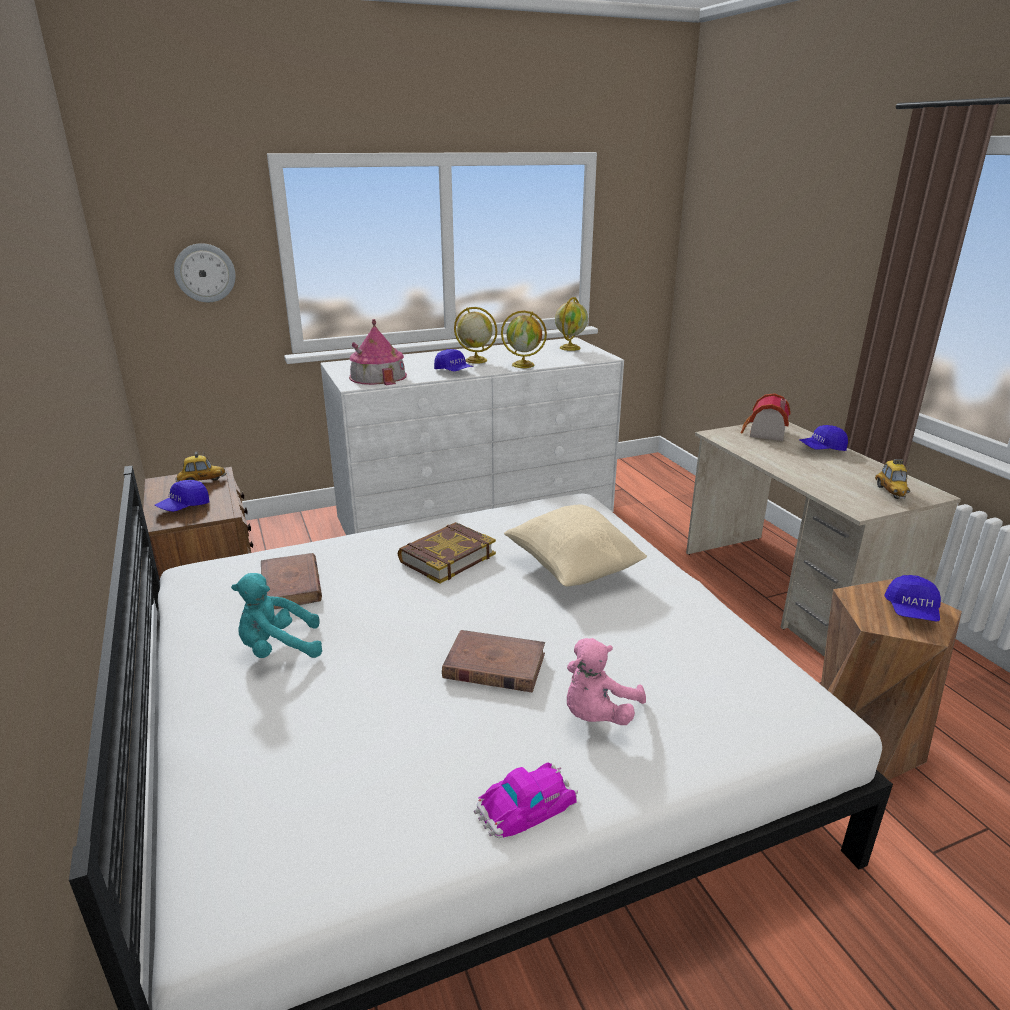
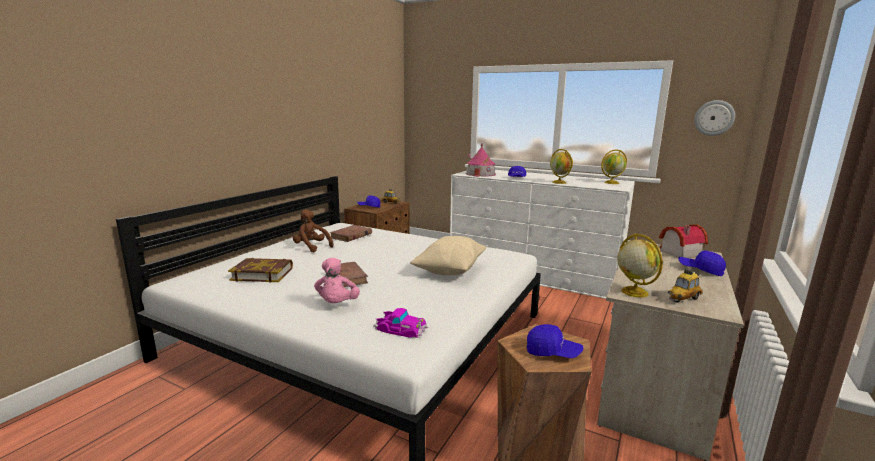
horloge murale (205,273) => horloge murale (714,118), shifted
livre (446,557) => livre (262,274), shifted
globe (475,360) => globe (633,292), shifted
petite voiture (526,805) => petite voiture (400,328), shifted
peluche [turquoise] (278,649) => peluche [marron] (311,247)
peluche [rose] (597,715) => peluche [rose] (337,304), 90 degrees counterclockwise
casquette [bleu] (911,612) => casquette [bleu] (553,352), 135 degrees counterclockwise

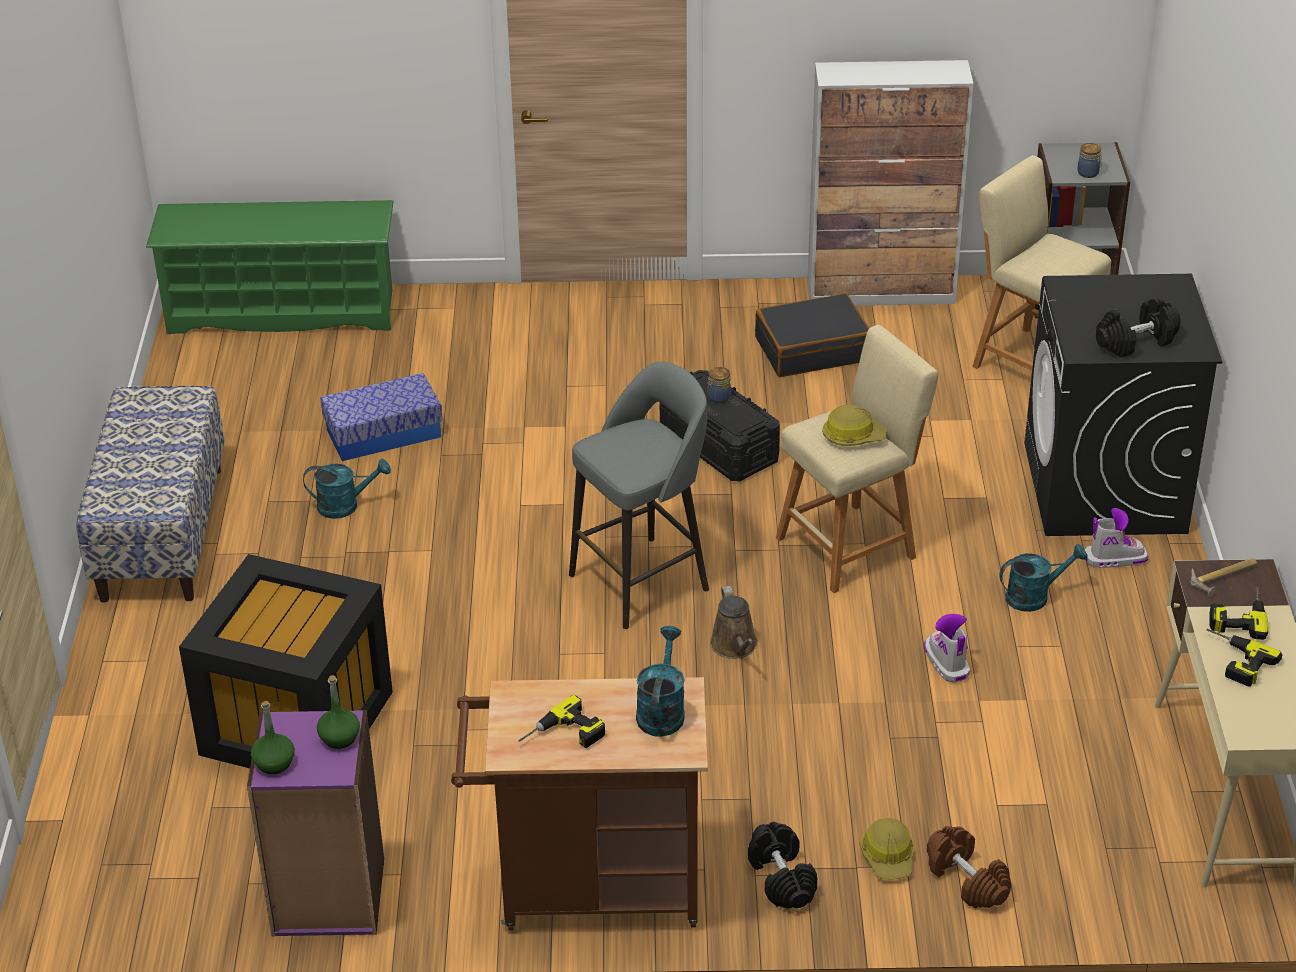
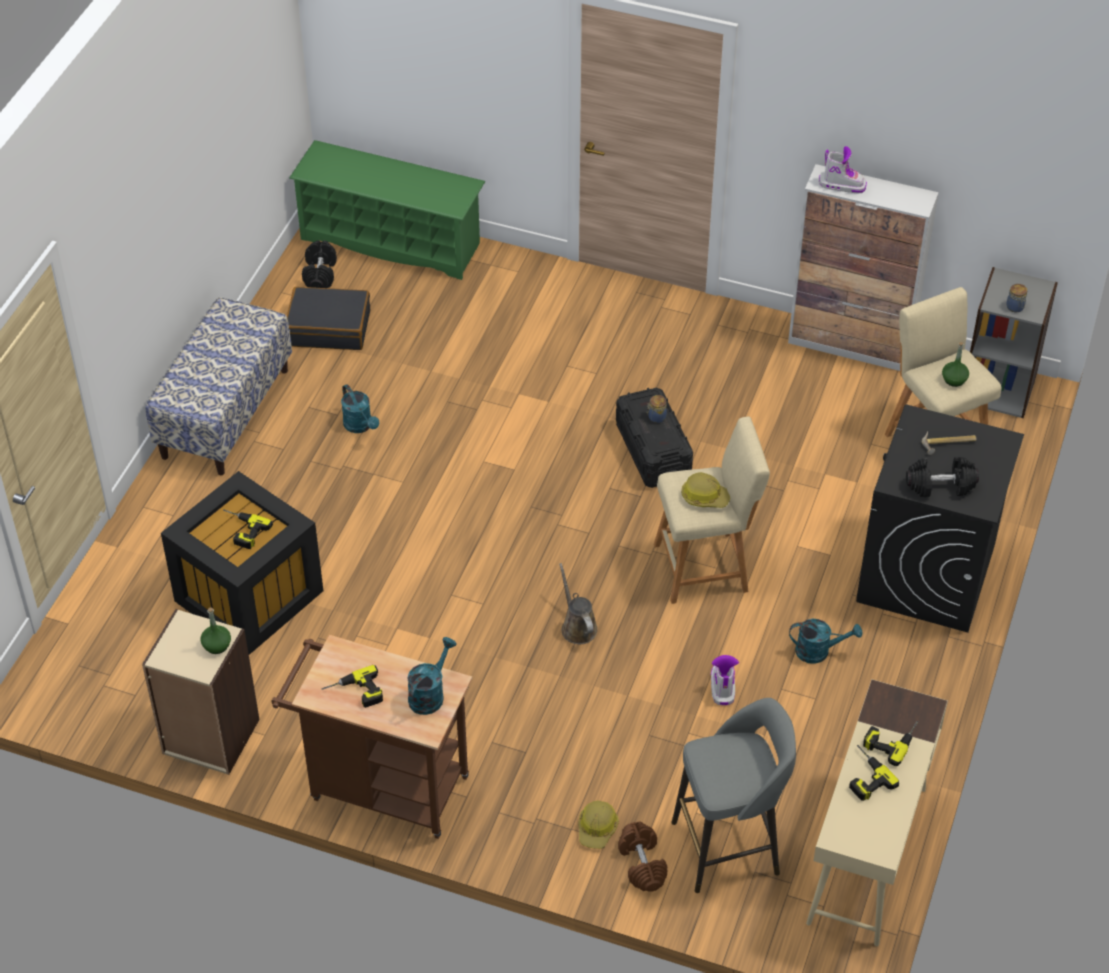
boîte de rangement (383,433) => nothing
nothing => perceuse (241,530)
bouteille [vert] (274,763) => bouteille [vert] (954,379), shifted
tabouret [gris] (643,581) => tabouret [gris] (729,847), shifted
haltère [noir] (781,878) => haltère [noir] (320,274), shifted
valise [noir] (812,349) => valise [noir] (329,328), shifted
botte (1114,558) => botte (842,185), shifted
marteau (1225,578) => marteau (948,444), shifted
bibliothèque [violet] (328,898) => bibliothèque [beige] (210,737)
arrosoir [turquoise] (345,505) => arrosoir [turquoise] (360,426), 45 degrees clockwise
arrosoir [marron] (735,646) => arrosoir [marron] (577,626), 150 degrees clockwise

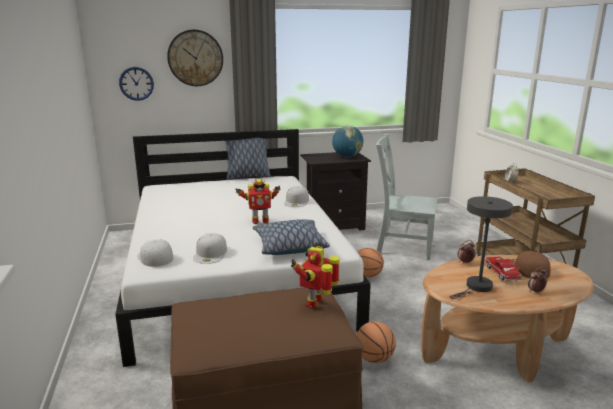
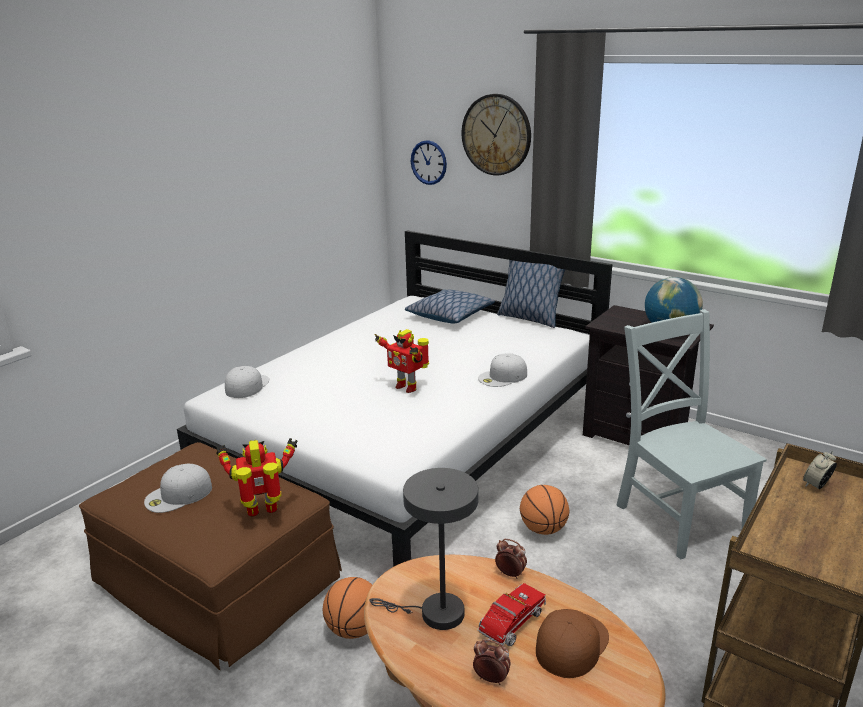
casquette [blanc] (211,254) => casquette [blanc] (178,495), shifted
coussin (289,246) => coussin (449,315), shifted

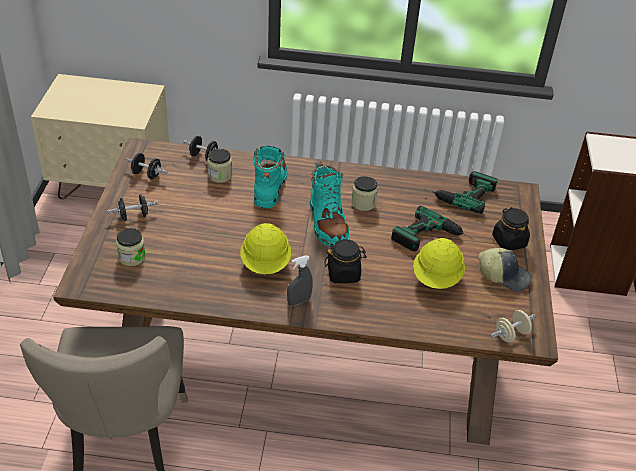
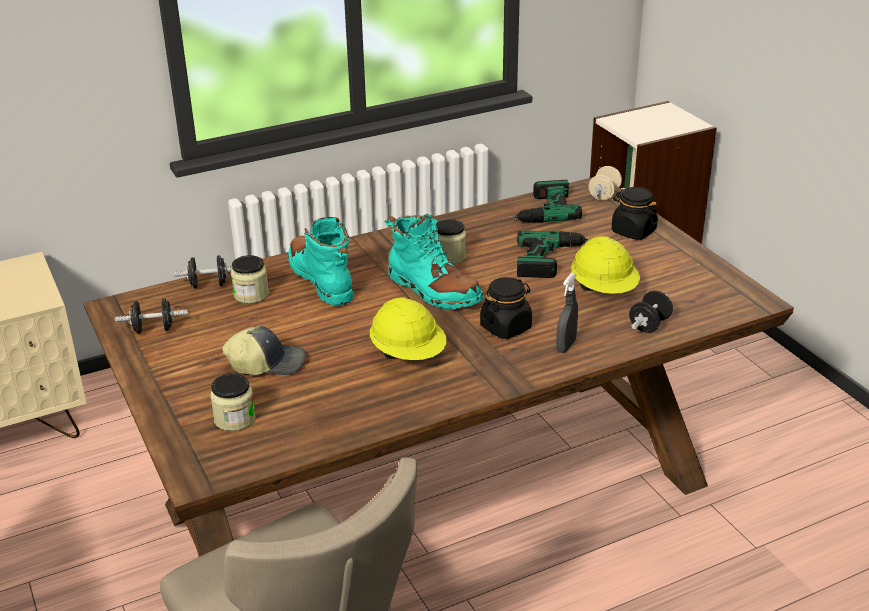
haltère [noir] (134,216) => haltère [noir] (649,325), shifted
vaporisateur [gris] (299,301) => vaporisateur [gris] (566,346), shifted
casquette (504,275) => casquette (267,363), shifted
haltère [beige] (511,334) => haltère [beige] (604,195), shifted

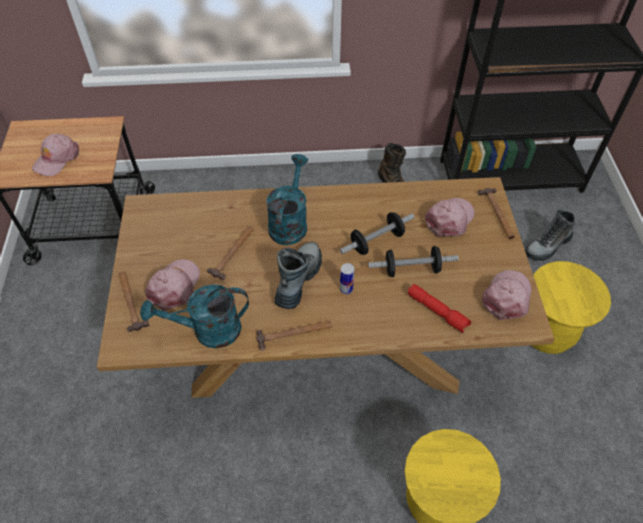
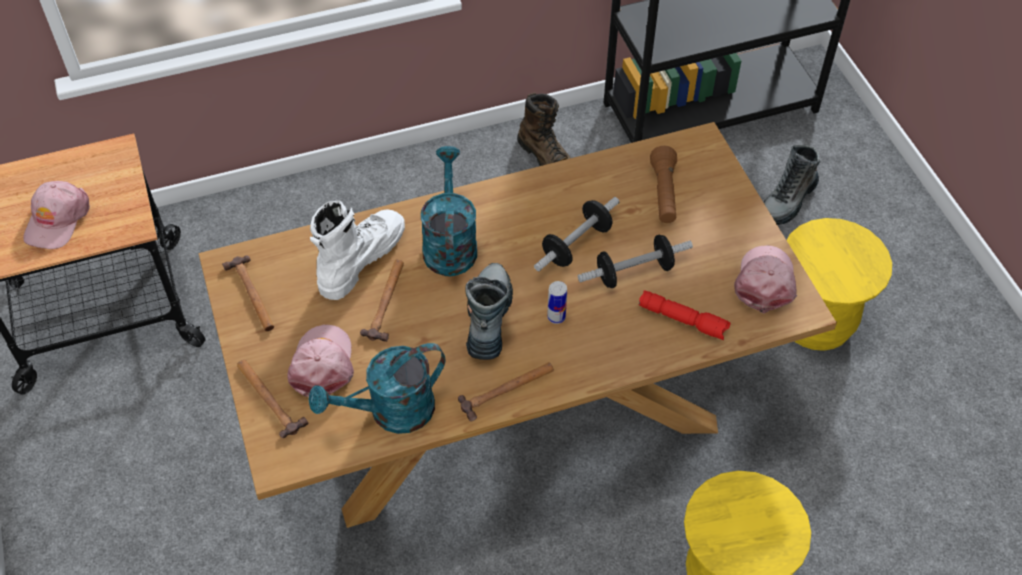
nothing => botte [blanc] (360,258)
marteau (497,214) => marteau (252,295), shifted
casquette [rose] (449,219) => lampe de poche [marron] (664,194)

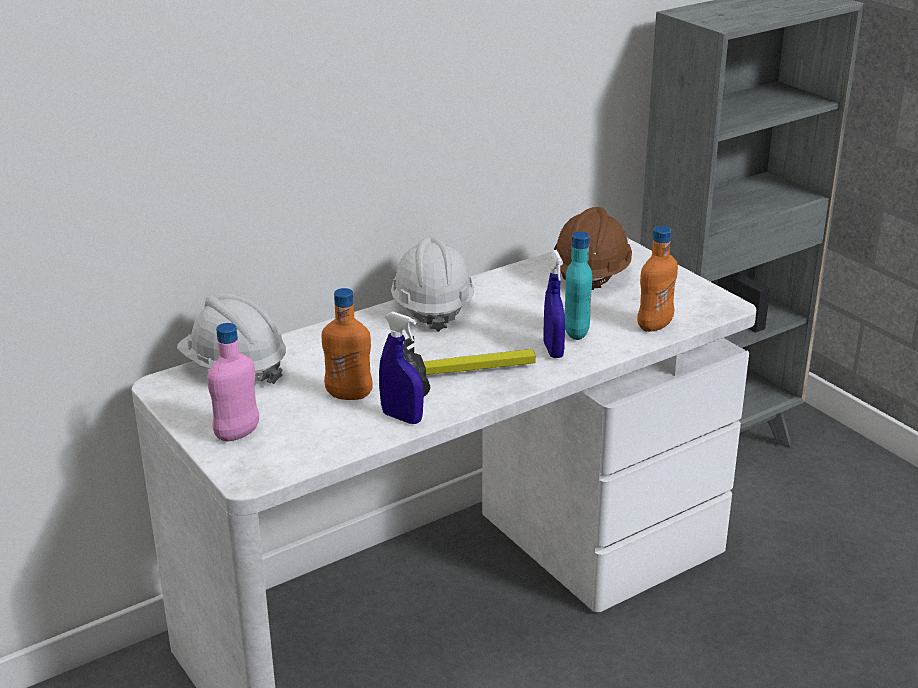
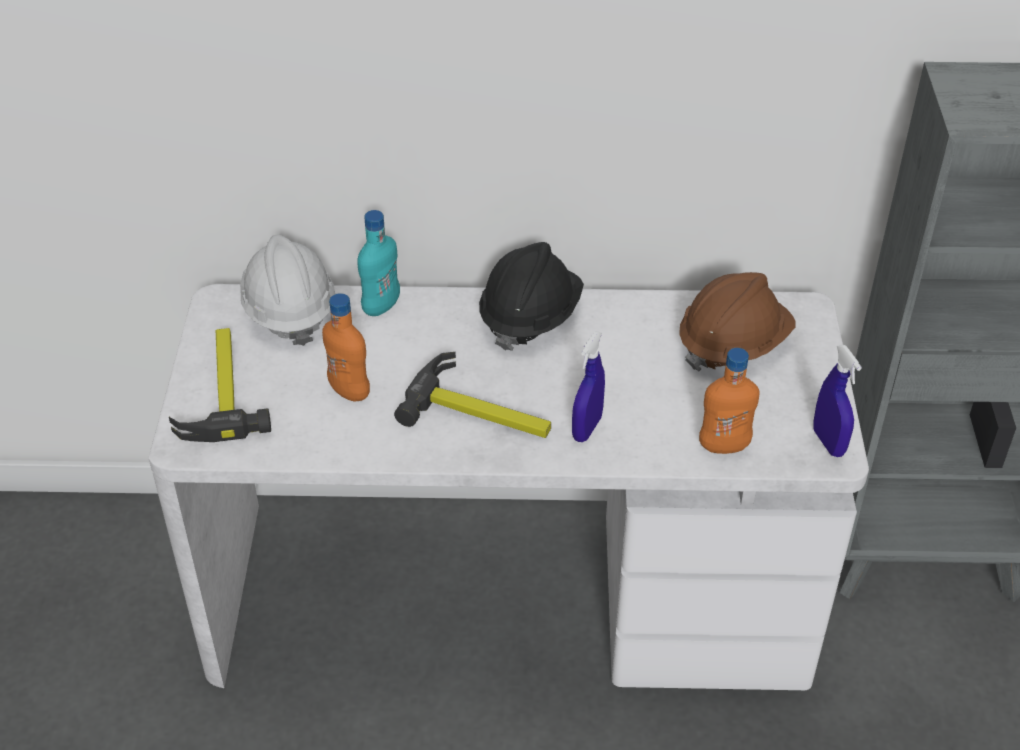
vaporisateur [bleu] (402,417) => vaporisateur [bleu] (828,442), shifted
bouteille [turquoise] (576,332) => bouteille [turquoise] (381,306), shifted
bouteille [rose] (237,434) => marteau (220,390)
casque de chantier [blanc] (432,308) => casque de chantier [noir] (530,317)

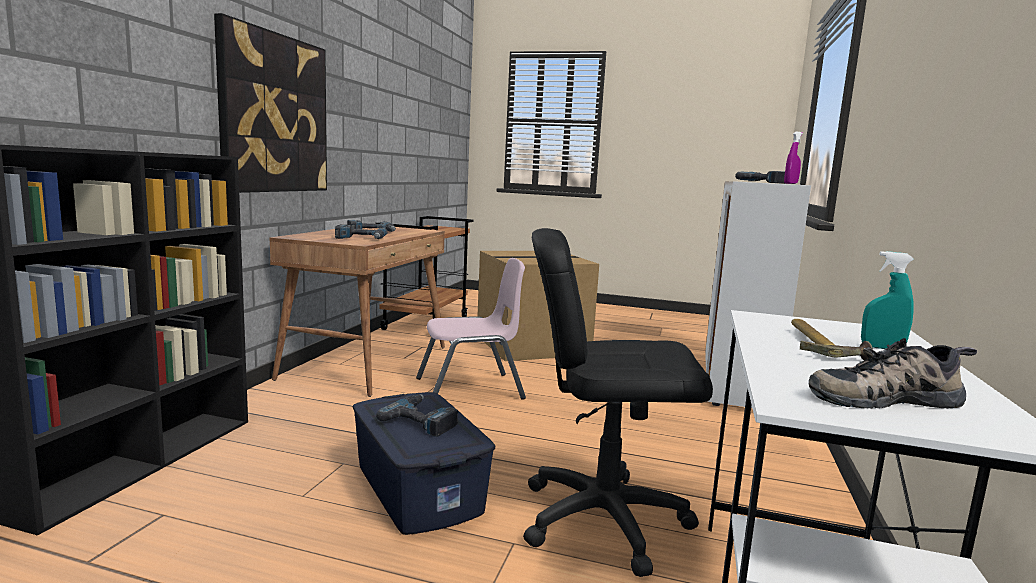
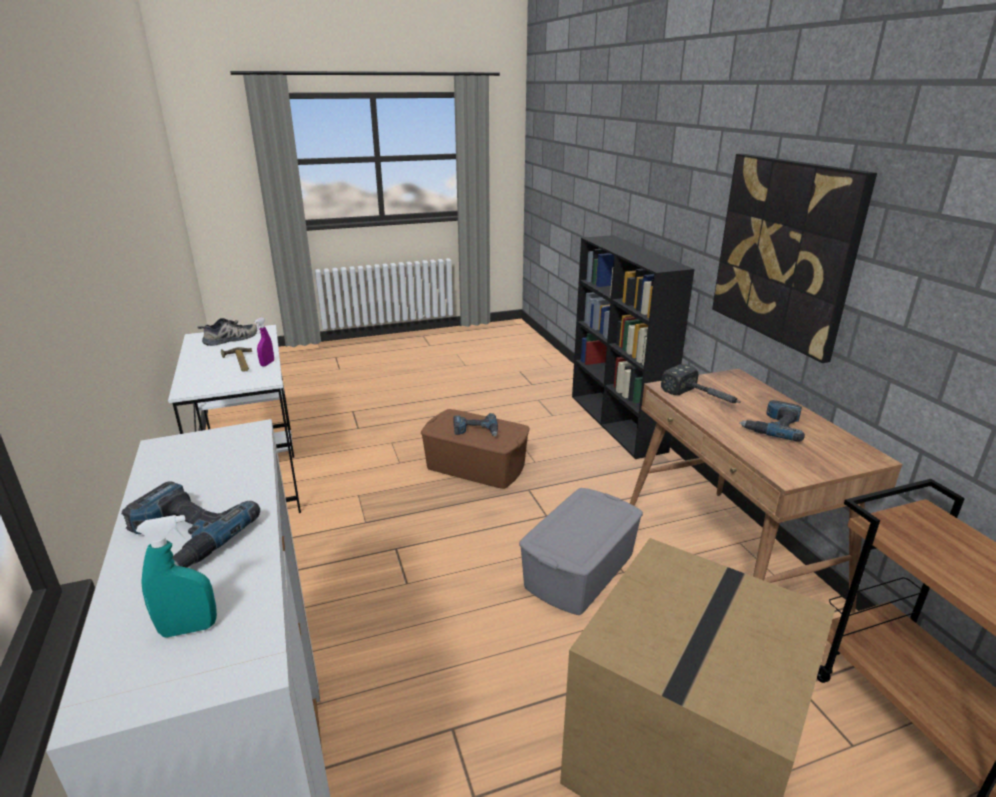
chaise de bureau [noir] (603,519) => nothing
vaporisateur [violet] (790,183) => vaporisateur [violet] (267,364), shifted
vaporisateur [turquoise] (882,348) => vaporisateur [turquoise] (189,629), shifted
perceuse (361,238) => marteau (702,398)
chaise [rose] (470,389) => boîte de rangement [gris] (579,570)
boîte de rangement [bleu] (419,488) => boîte de rangement [marron] (476,467)

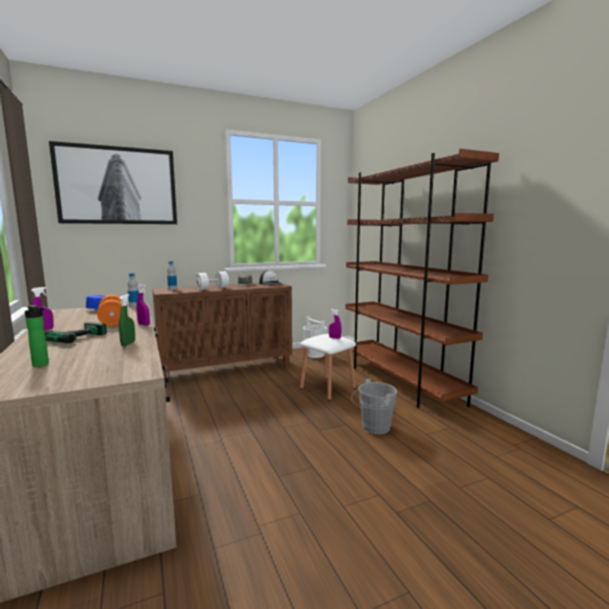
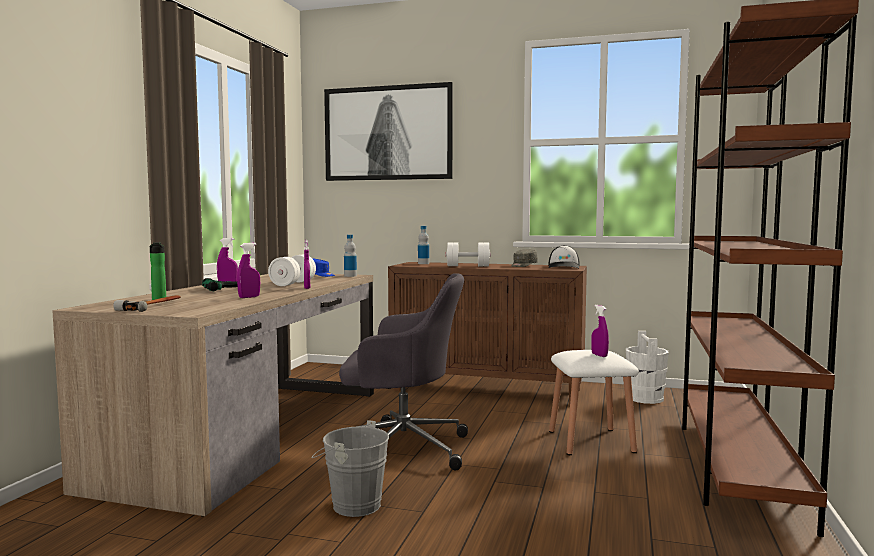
nothing => marteau (153,306)
nothing => chaise de bureau [gris] (402,448)
seau [gris] (373,427) => seau [gris] (351,504), shifted
haltère [orange] (113,321) => haltère [blanc] (293,283)
vaporisateur [vert] (128,344) => vaporisateur [violet] (249,297)

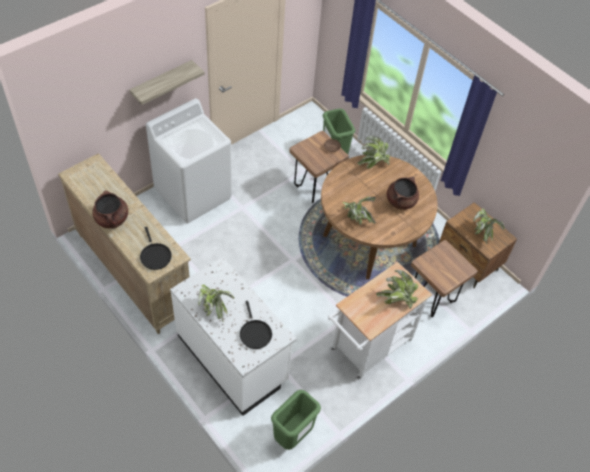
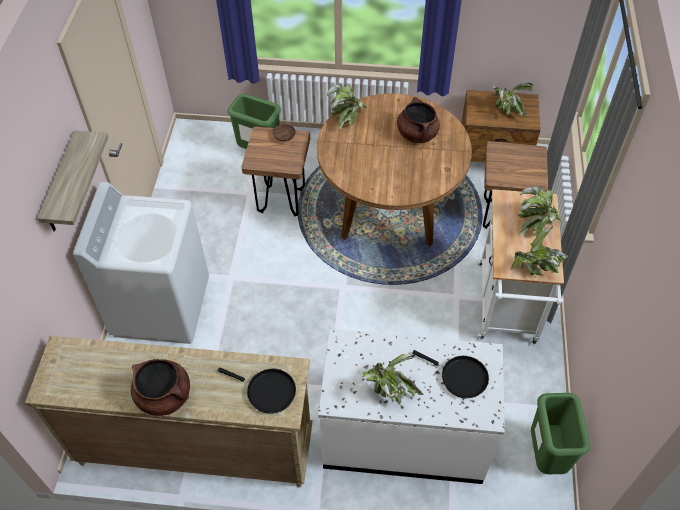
plante en pot (356,218) => plante en pot (536,268), shifted

